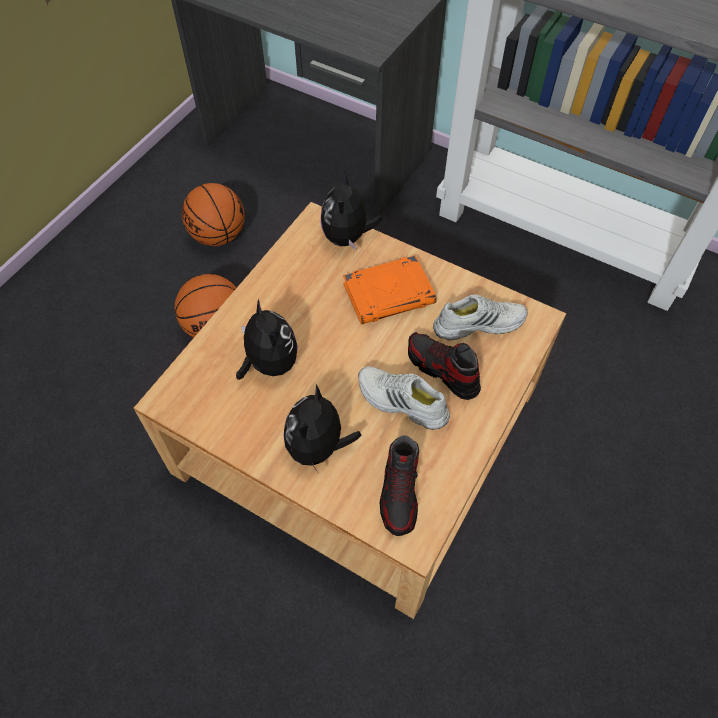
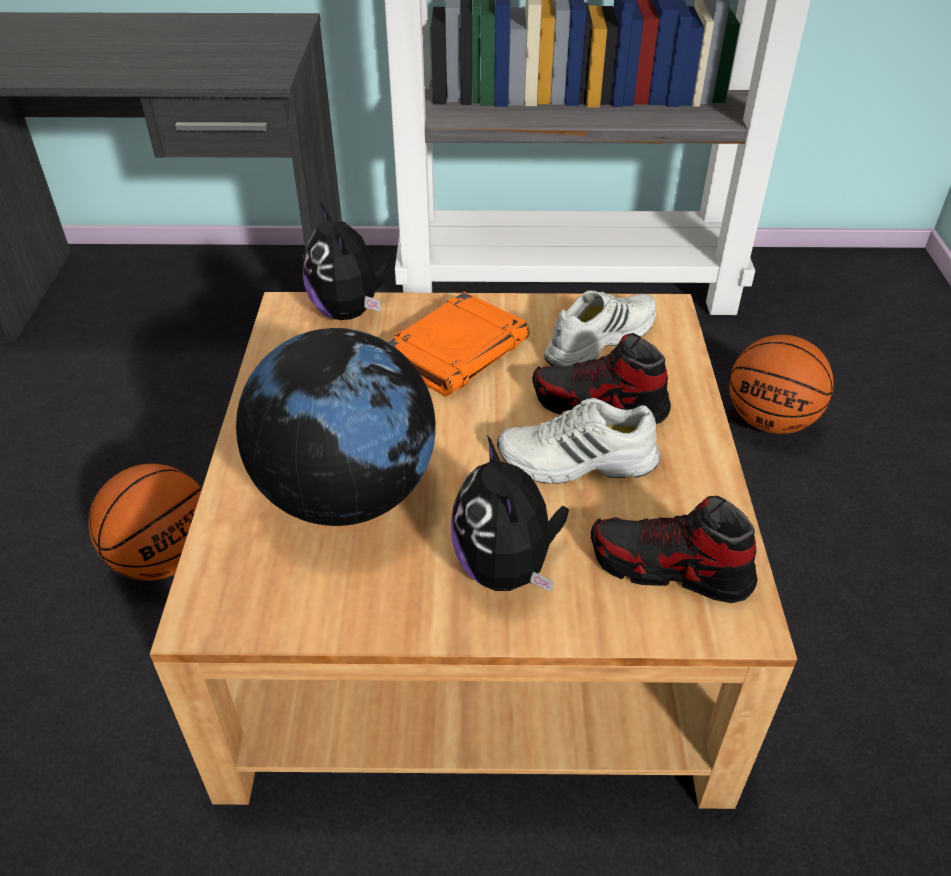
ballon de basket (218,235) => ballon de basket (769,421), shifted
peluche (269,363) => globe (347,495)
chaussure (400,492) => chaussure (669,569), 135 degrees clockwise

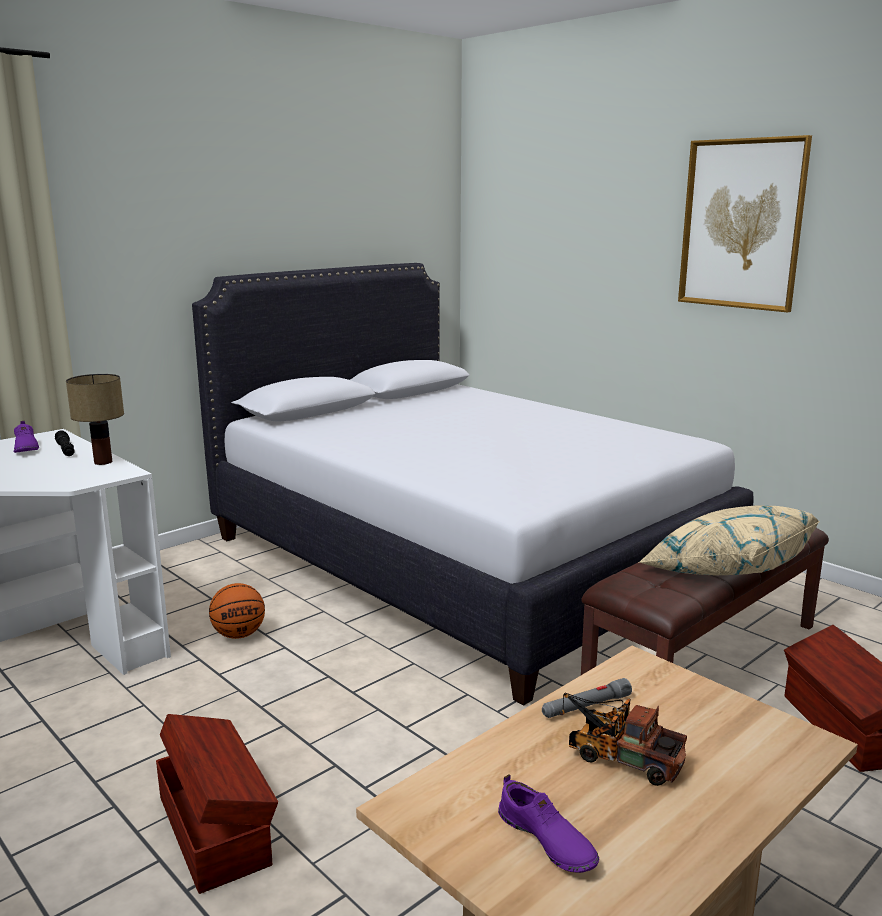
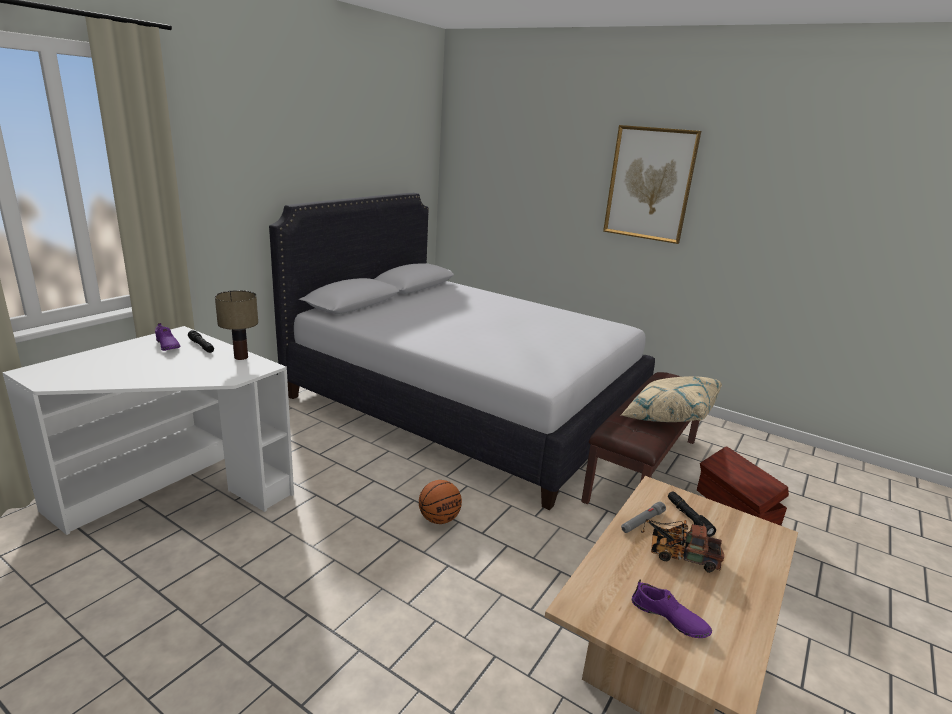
boîte de rangement [marron] (215,828) => nothing
nothing => lampe de poche [noir] (689,517)
ballon de basket (239,635) => ballon de basket (439,519), shifted

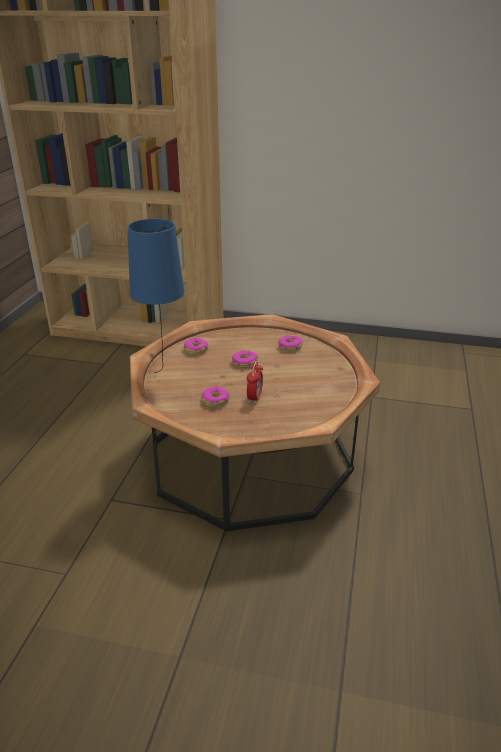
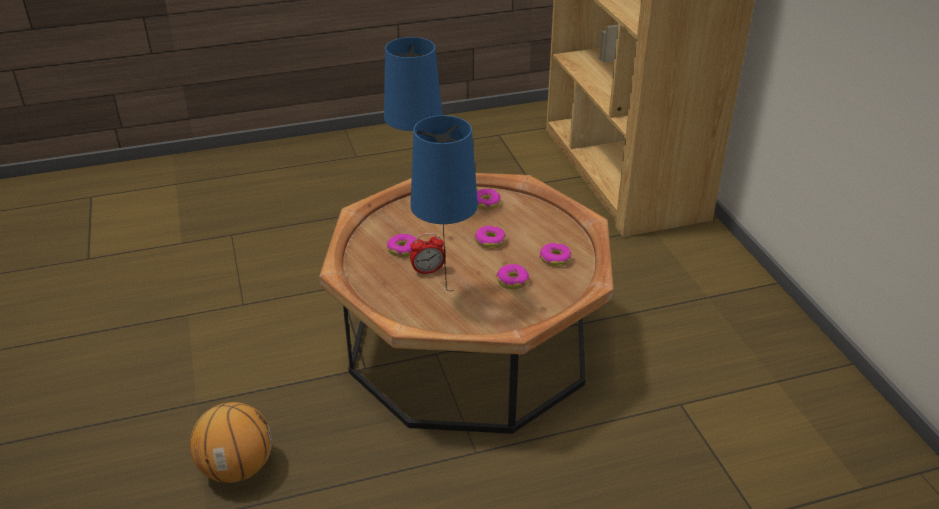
nothing => ballon de basket (237,468)
nothing => lampe de table [bleu] (446,300)
nothing => beignet (512,281)

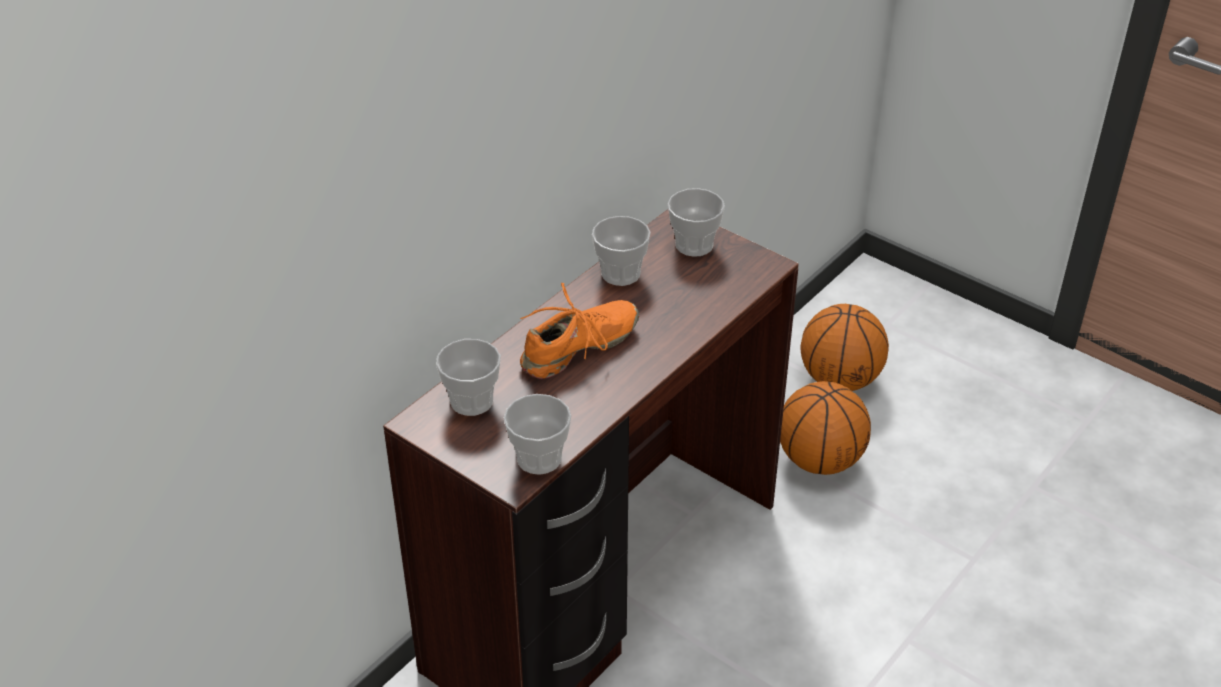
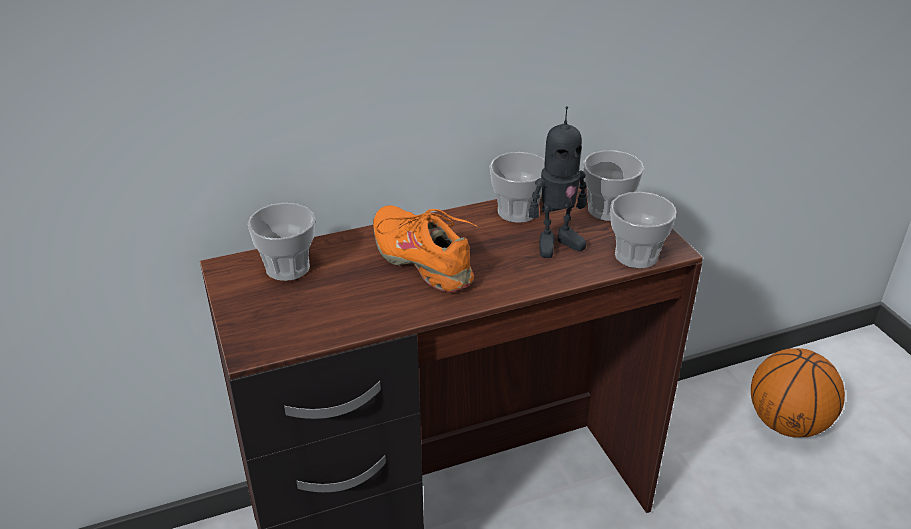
ballon de basket (820,460) => nothing
nothing => robot jouet (556,243)
tasse (539,458) => tasse (636,255), shifted
chaussure [orange] (580,349) => chaussure [orange] (422,259), 120 degrees counterclockwise

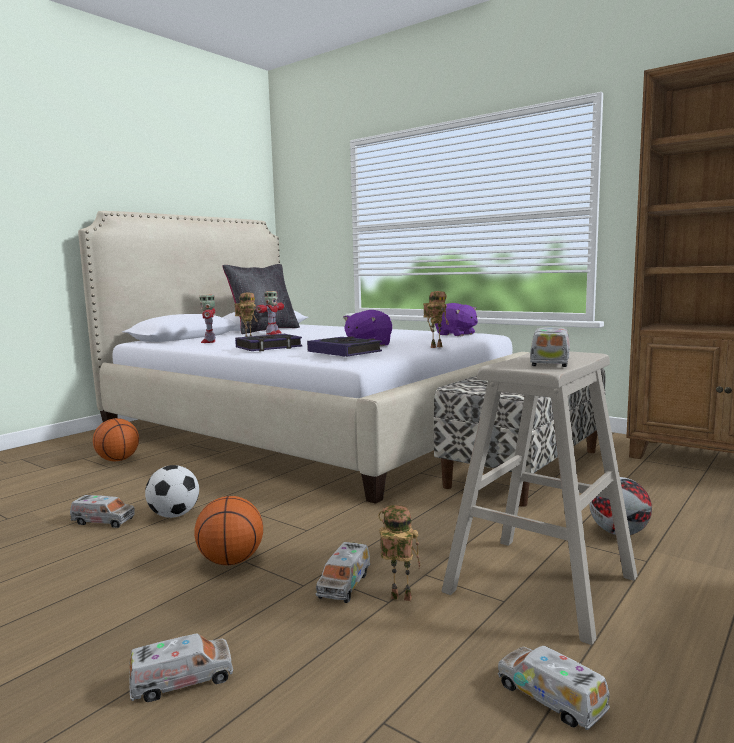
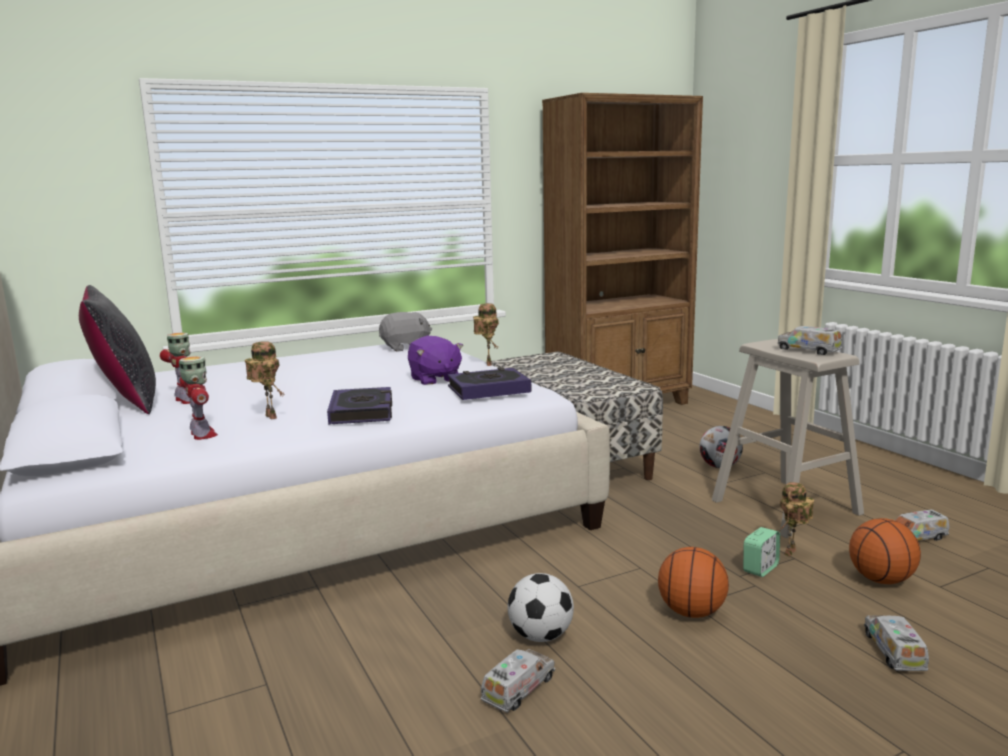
ballon de basket (118,460) => ballon de basket (881,580), shifted
camion jouet (344,584) => réveil (760,569)
peluche [violet] (456,334) => peluche [gris] (405,348)
robot jouet (209,342) => robot jouet (202,435), 135 degrees counterclockwise

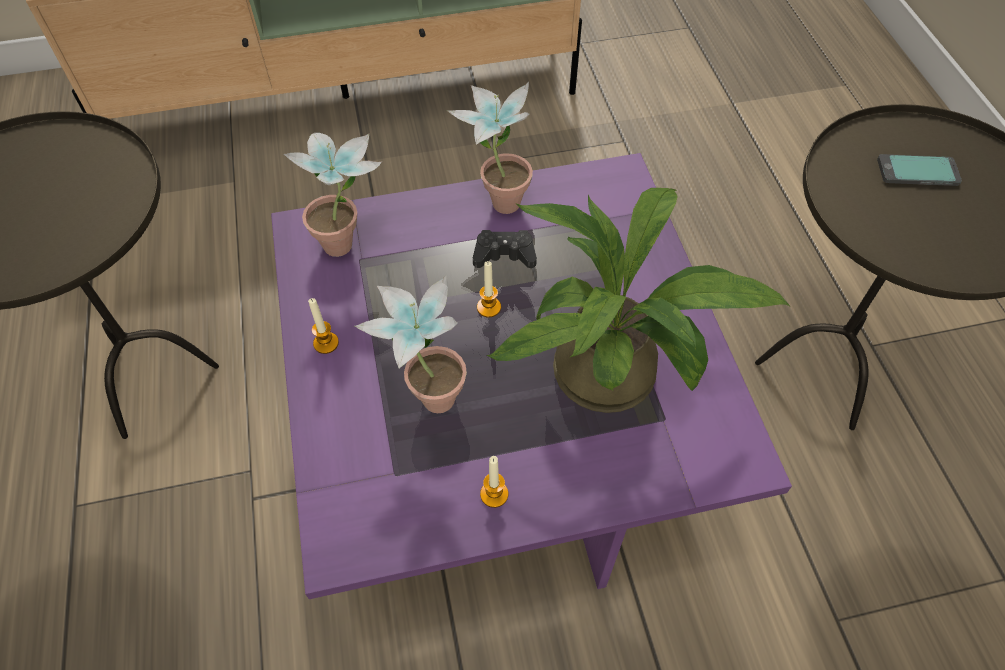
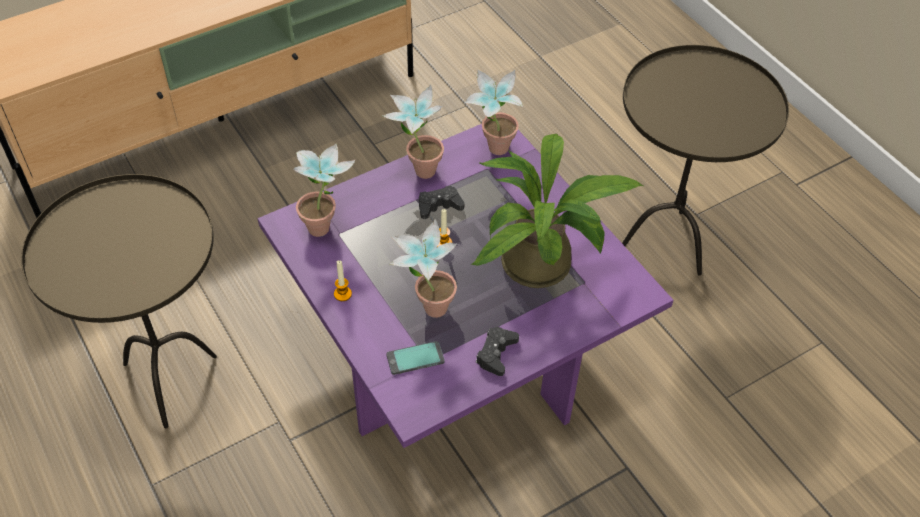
nothing => plante en pot (492,151)
téléphone (917,172) => téléphone (415,359), shifted
bougie (494,494) => manette [noir] (496,354)

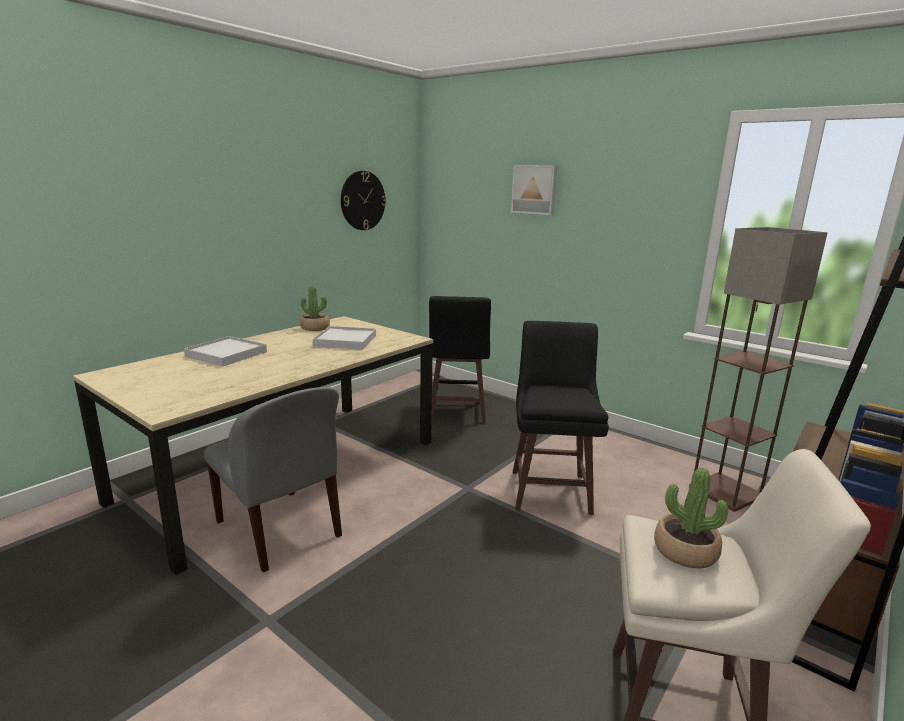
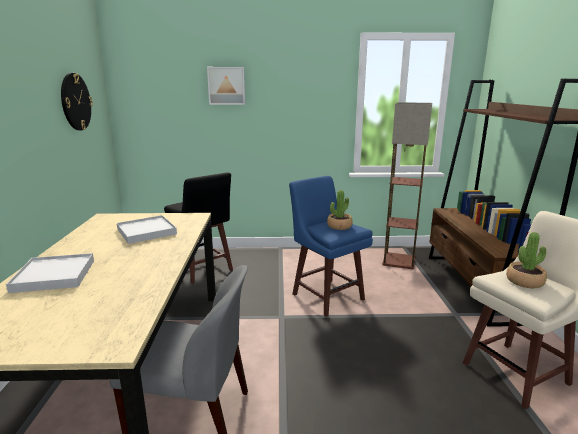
plante en pot (315,328) => plante en pot (339,226), shifted
tabouret [noir] (550,490) => tabouret [bleu] (327,296)

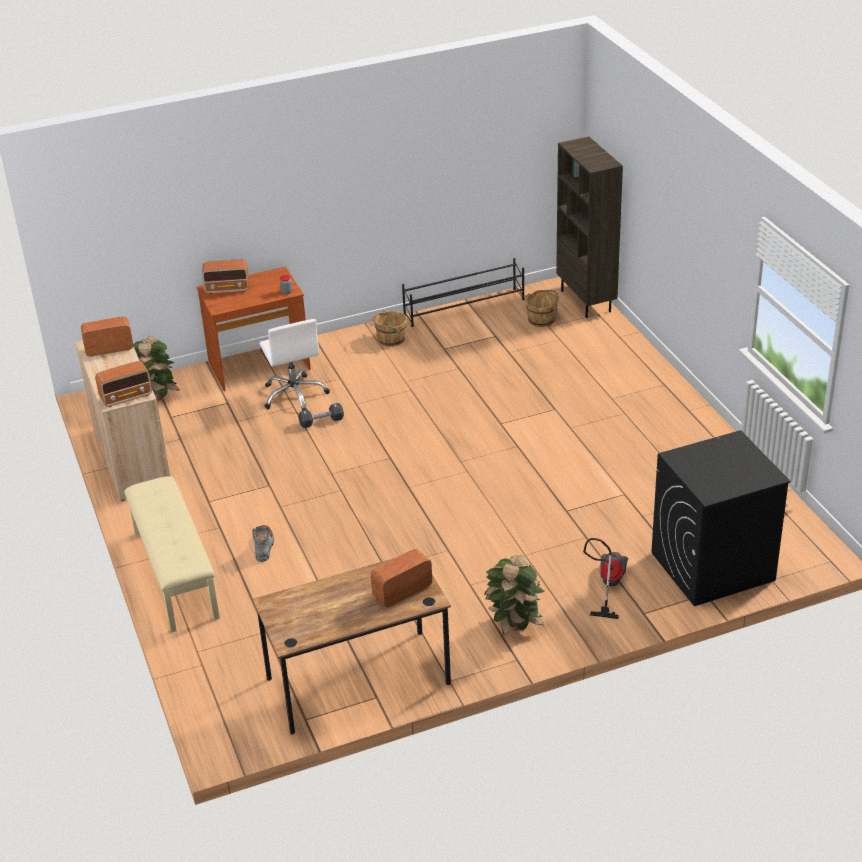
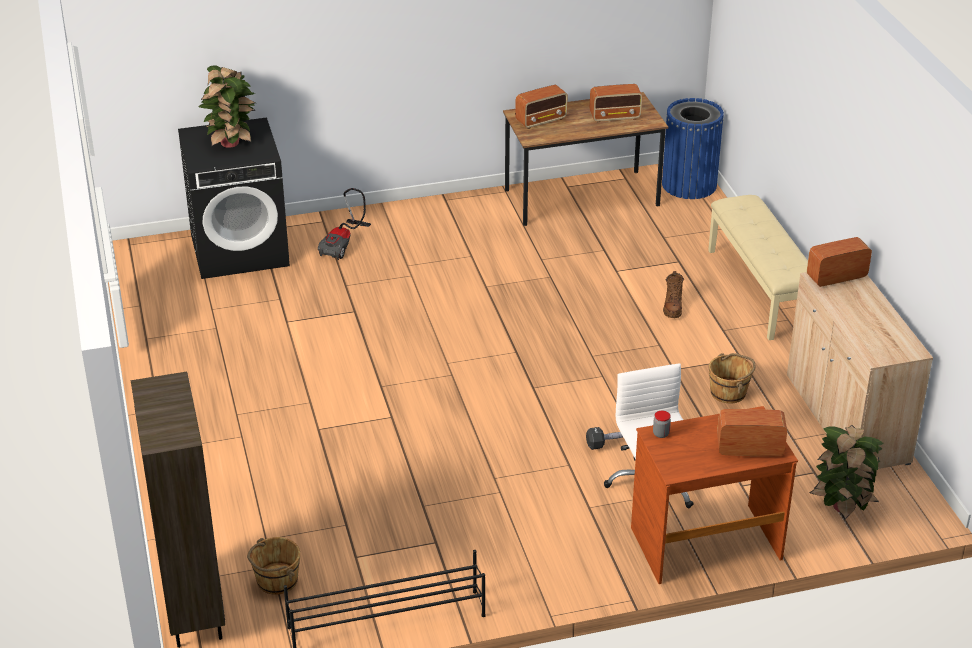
nothing => poubelle [bleu] (689,185)
radio (109,349) => radio (615,117), shifted
seau [marron] (391,339) => seau [marron] (729,392), shifted
plante en pot (514,625) => plante en pot (231,142), shifted
botte [gris] (264,547) => botte [marron] (672,306)

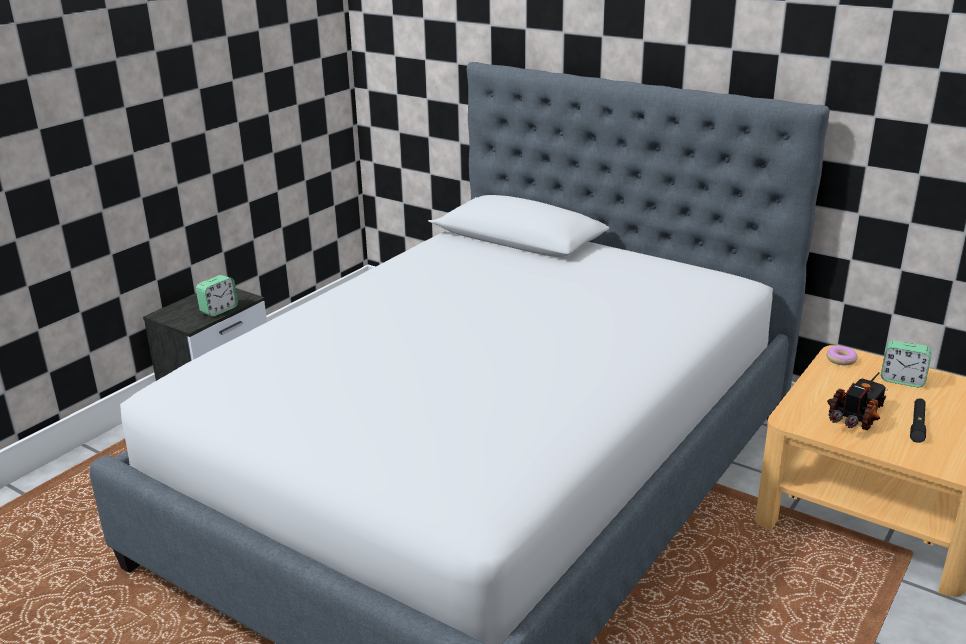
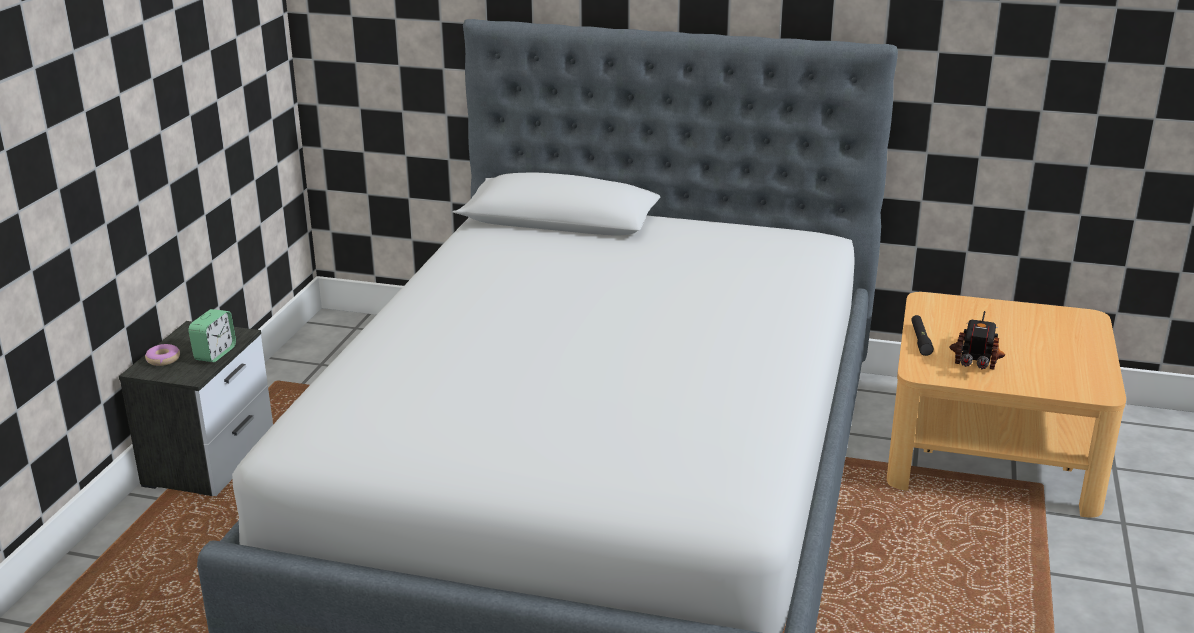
réveil (902,380) => nothing
beignet (841,360) => beignet (163,359), shifted
lampe de poche [noir] (917,425) => lampe de poche [noir] (920,340), shifted

